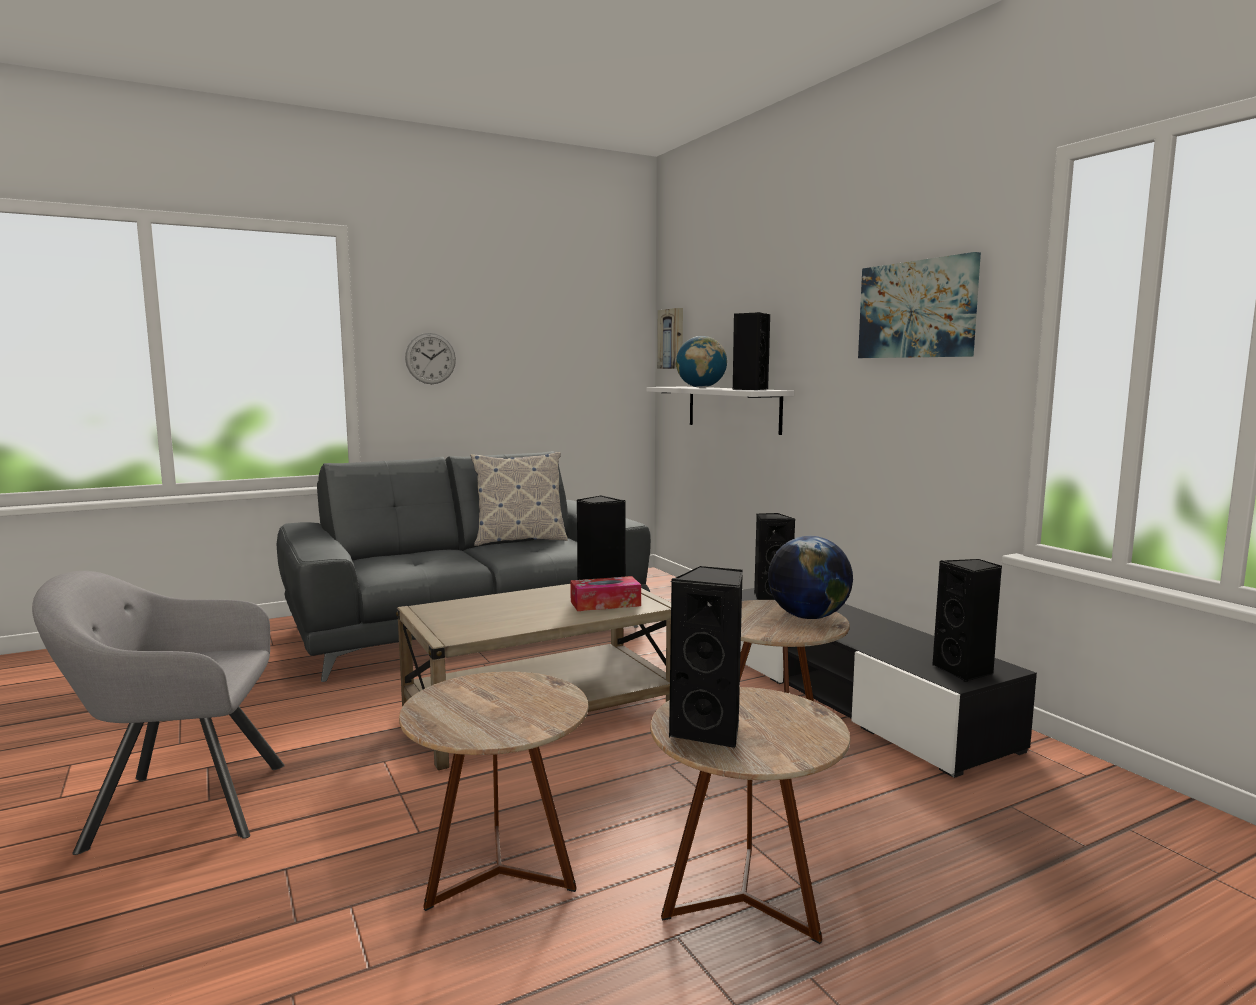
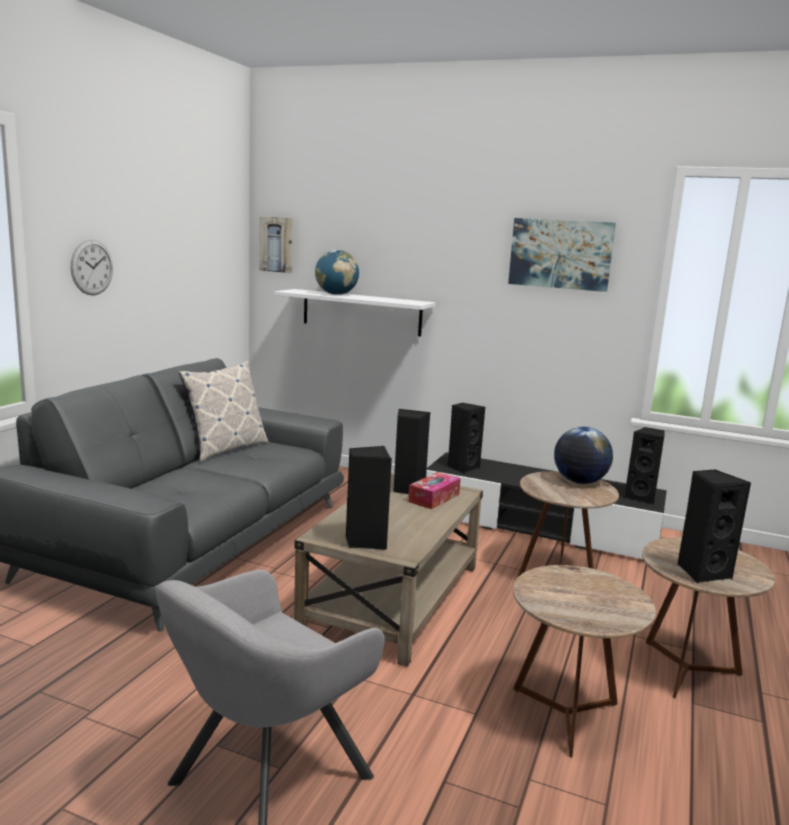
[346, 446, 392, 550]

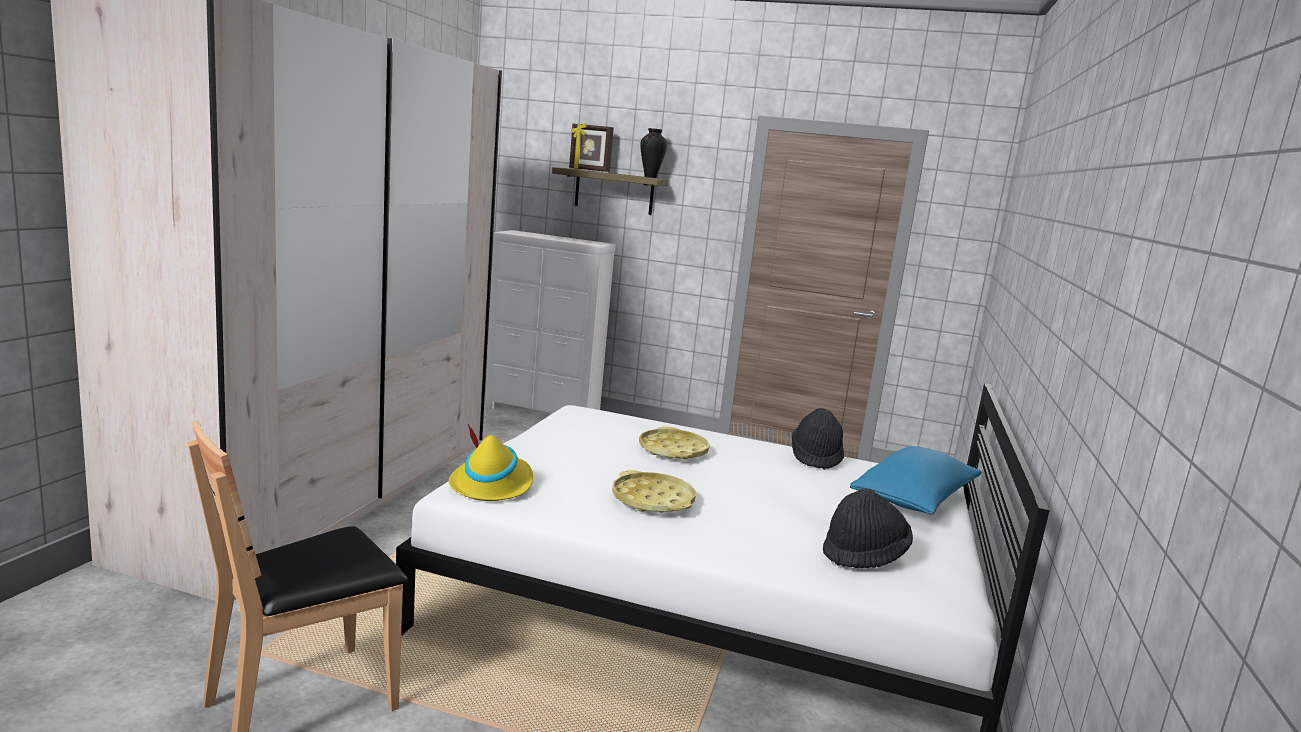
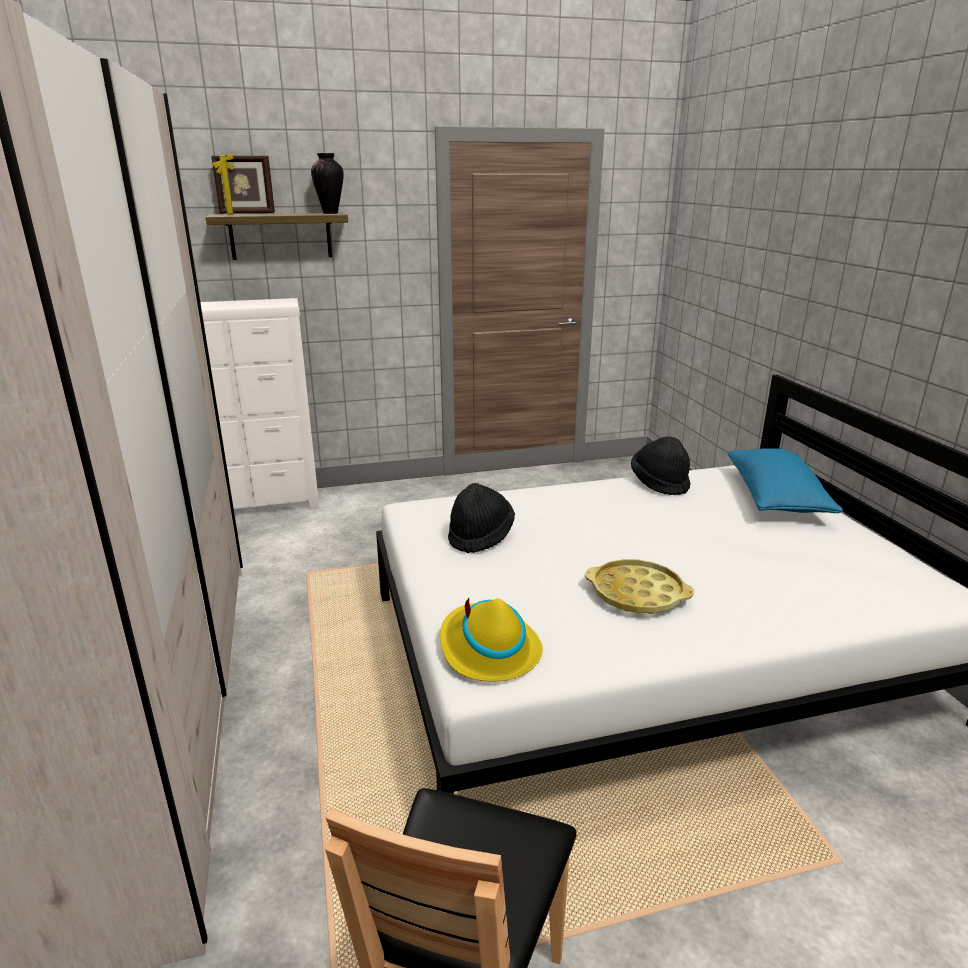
[639, 427, 710, 459] (first image)
[448, 483, 515, 554]

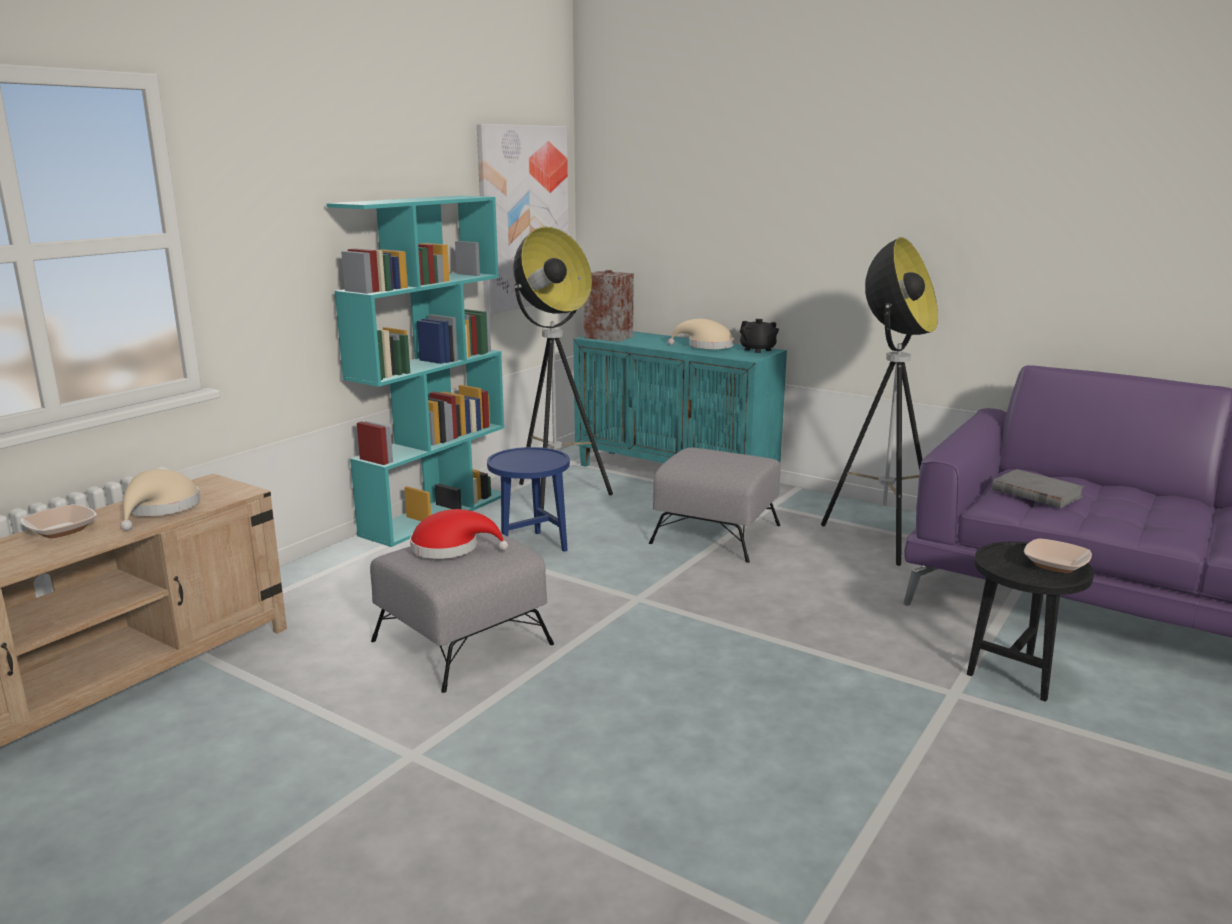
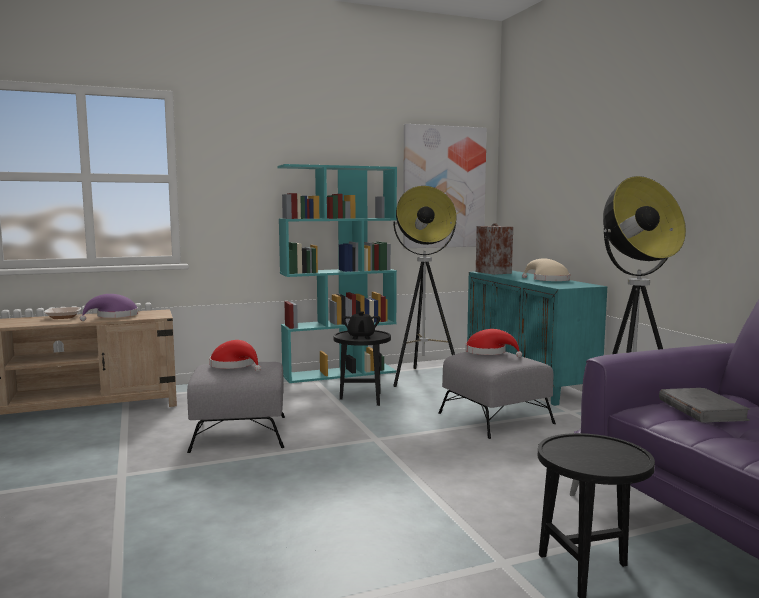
[80, 294, 138, 321]
[333, 330, 391, 406]
[342, 311, 381, 339]
[1024, 538, 1092, 573] (first image)
[465, 329, 522, 357]

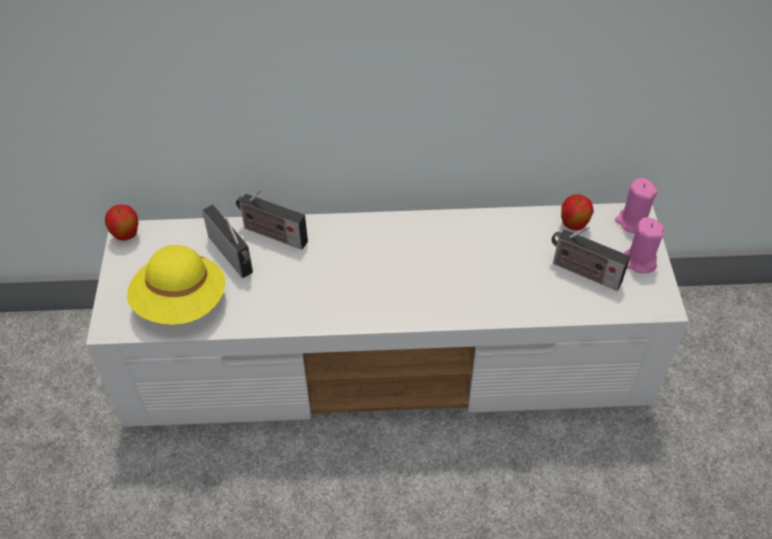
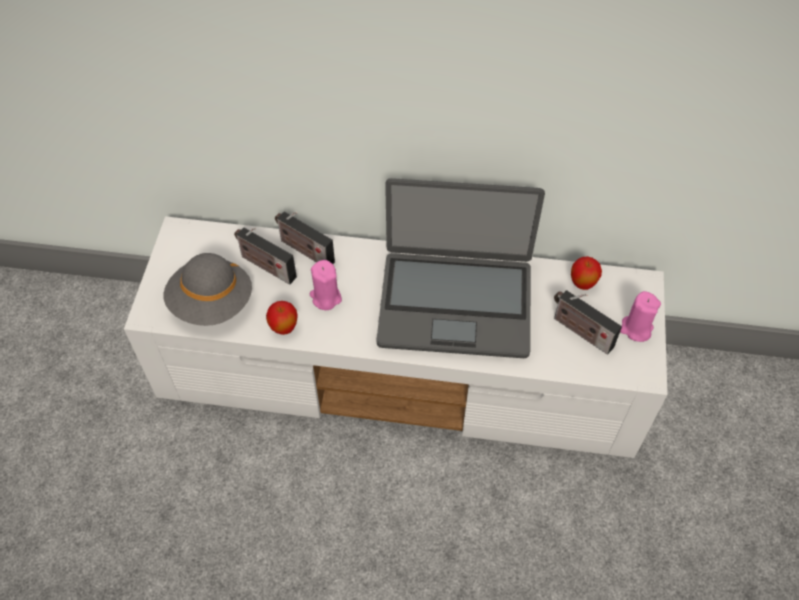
[266, 301, 298, 335]
[164, 253, 252, 326]
[234, 227, 297, 285]
[310, 260, 342, 310]
[377, 178, 545, 358]

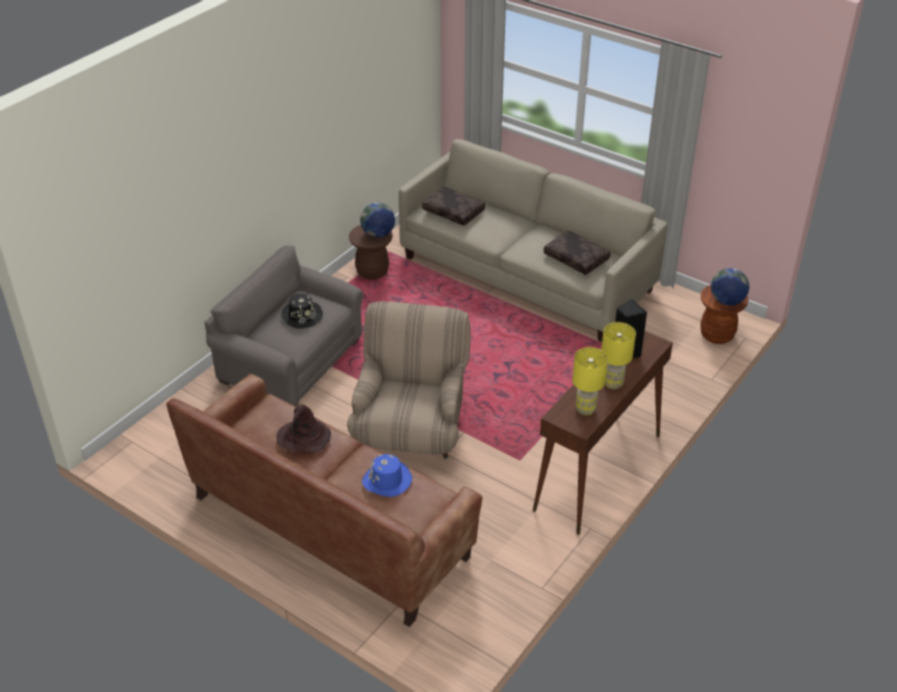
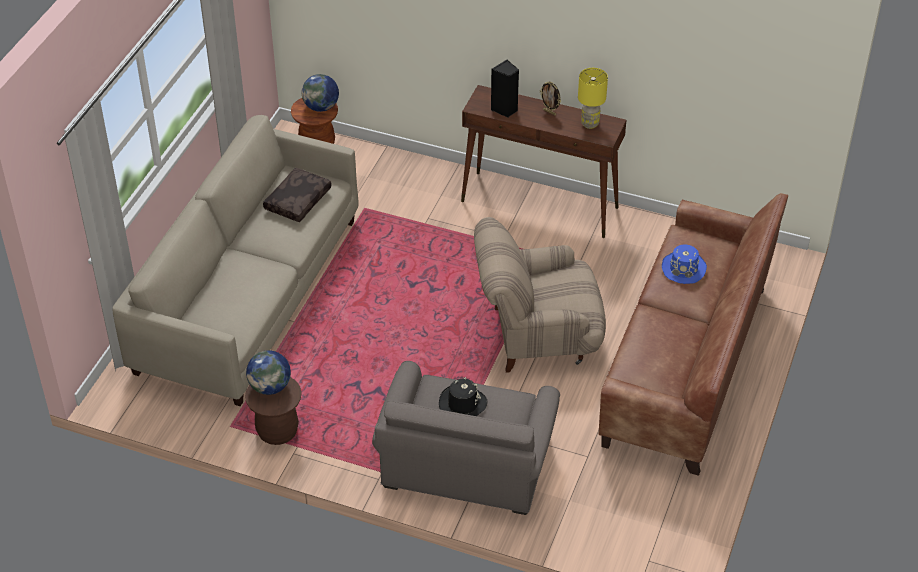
[276, 405, 331, 453] (first image)
[422, 187, 485, 226] (first image)
[540, 81, 561, 116]

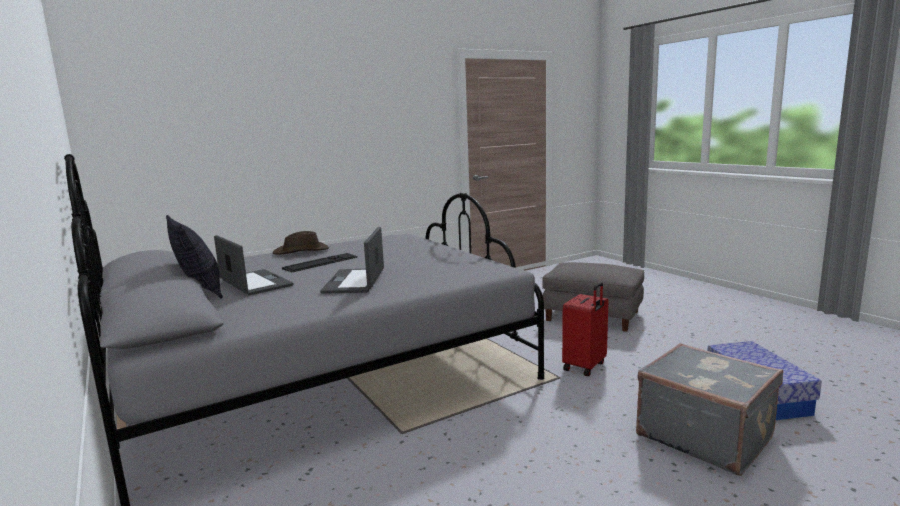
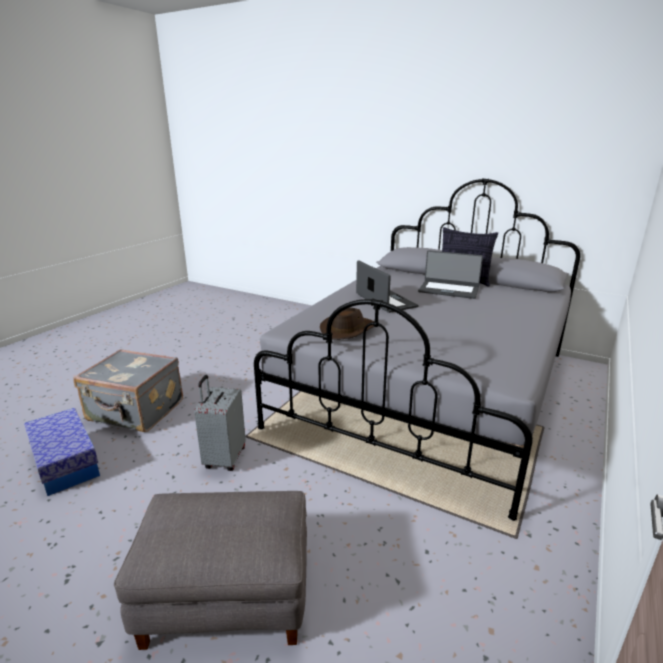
[320, 308, 374, 340]
[282, 253, 358, 272] (first image)
[194, 375, 246, 471]

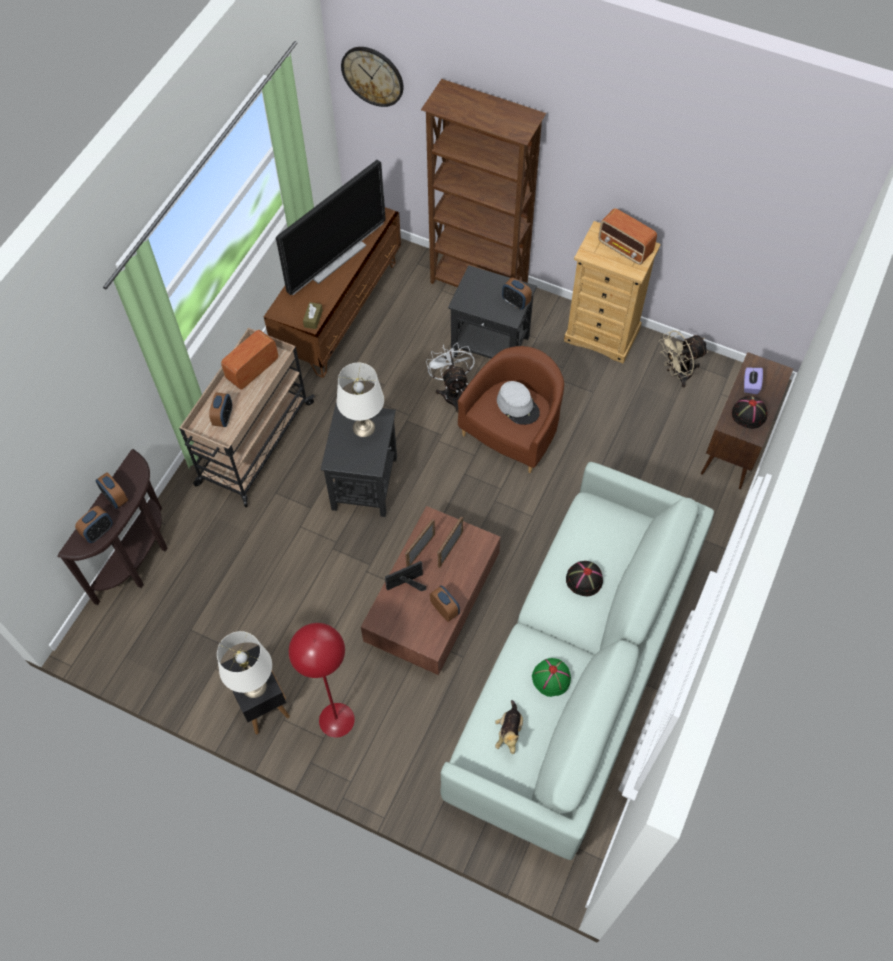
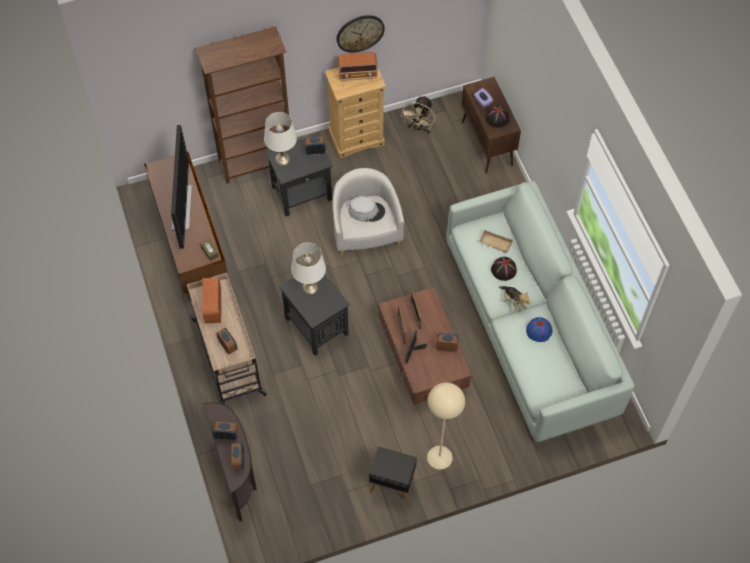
[264, 112, 297, 165]
[427, 383, 465, 470]
[337, 15, 385, 53]
[426, 343, 475, 412] (first image)
[333, 168, 404, 256]
[499, 286, 531, 313]
[526, 317, 552, 342]
[479, 230, 513, 253]

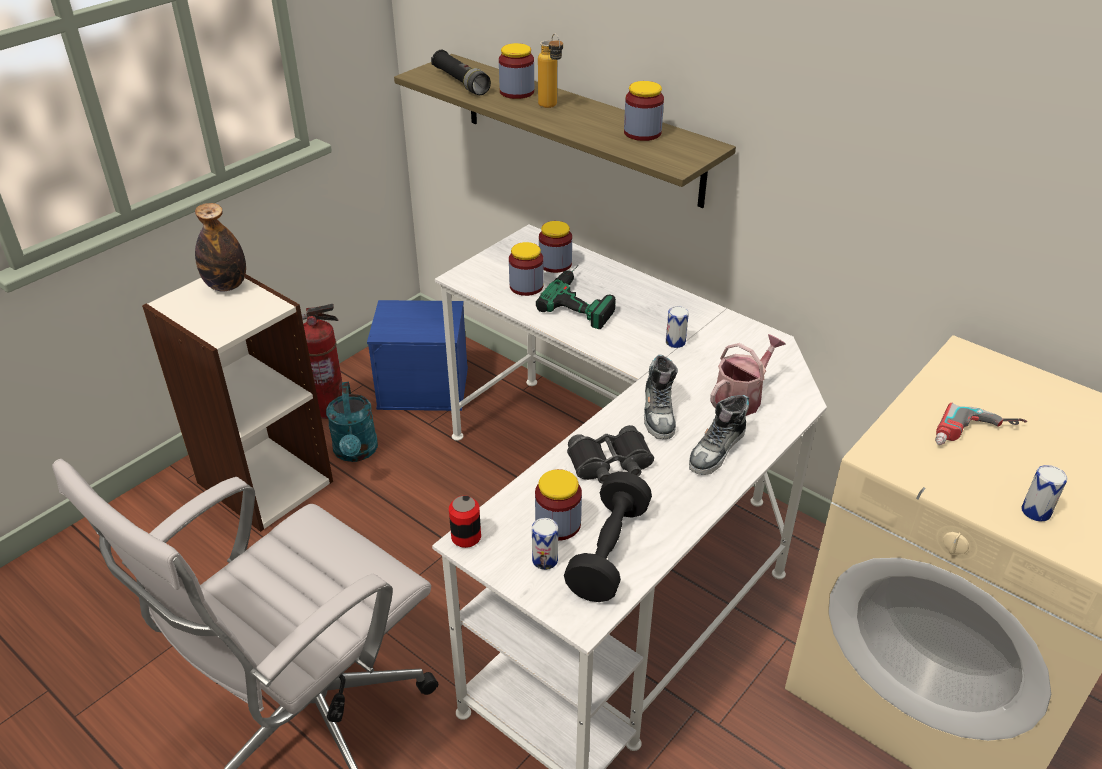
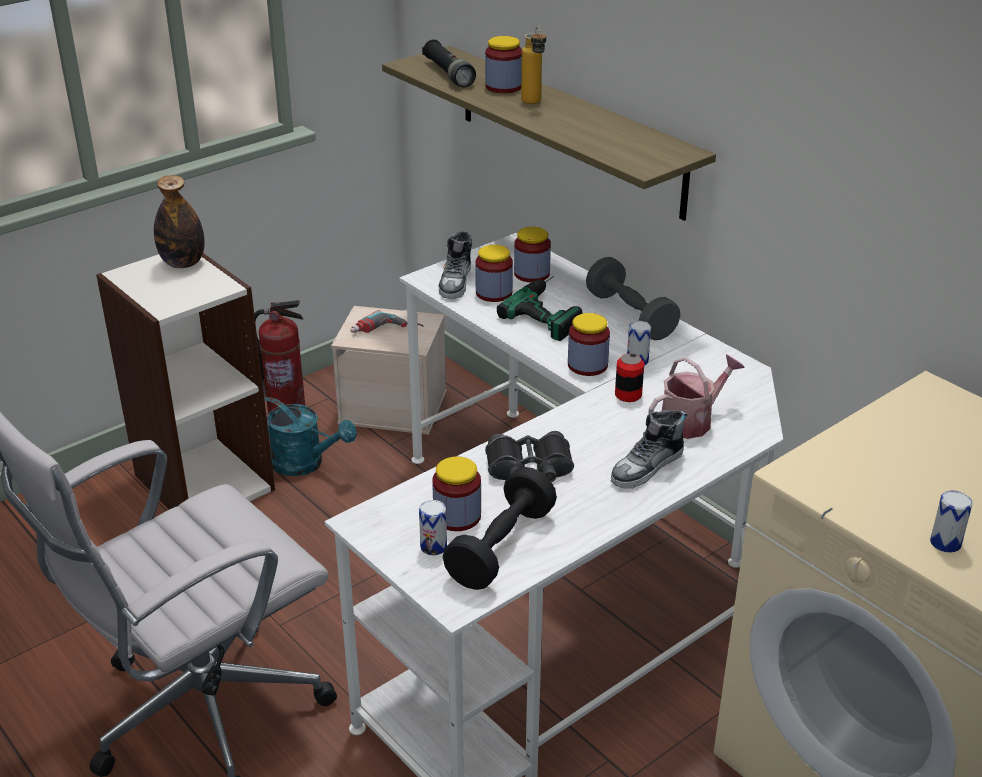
[264, 397, 357, 476]
[331, 306, 446, 435]
[615, 354, 644, 402]
[568, 313, 610, 376]
[438, 232, 472, 299]
[350, 310, 423, 333]
[586, 257, 680, 340]

